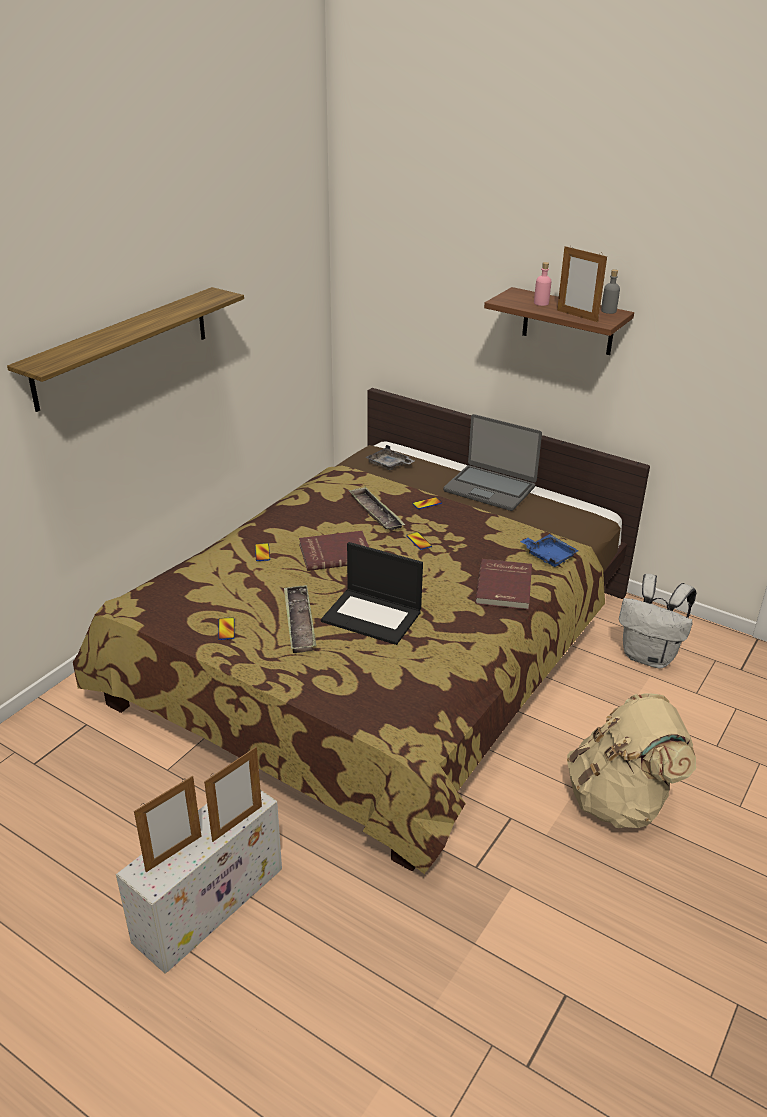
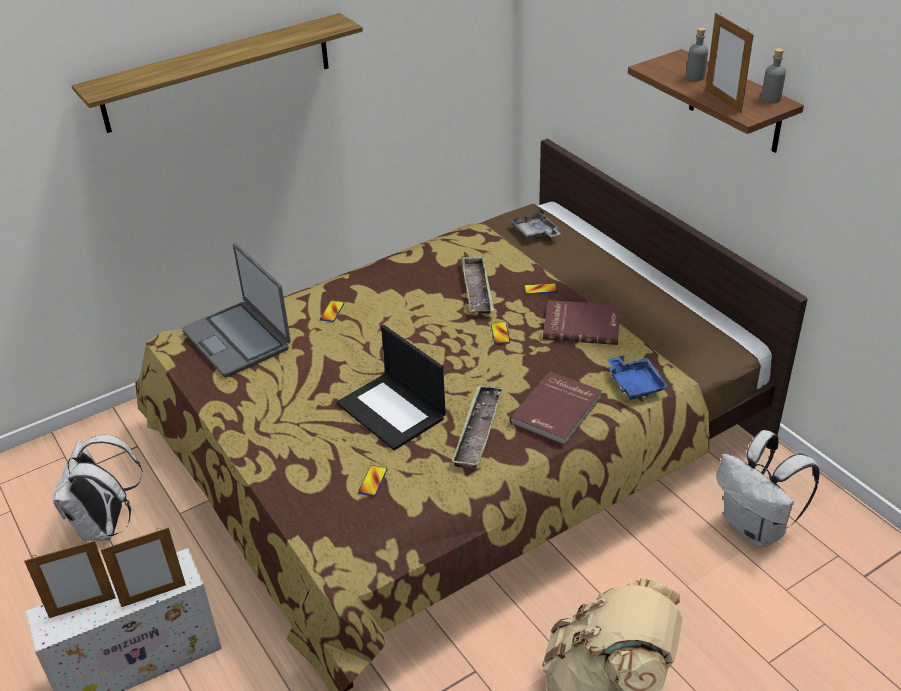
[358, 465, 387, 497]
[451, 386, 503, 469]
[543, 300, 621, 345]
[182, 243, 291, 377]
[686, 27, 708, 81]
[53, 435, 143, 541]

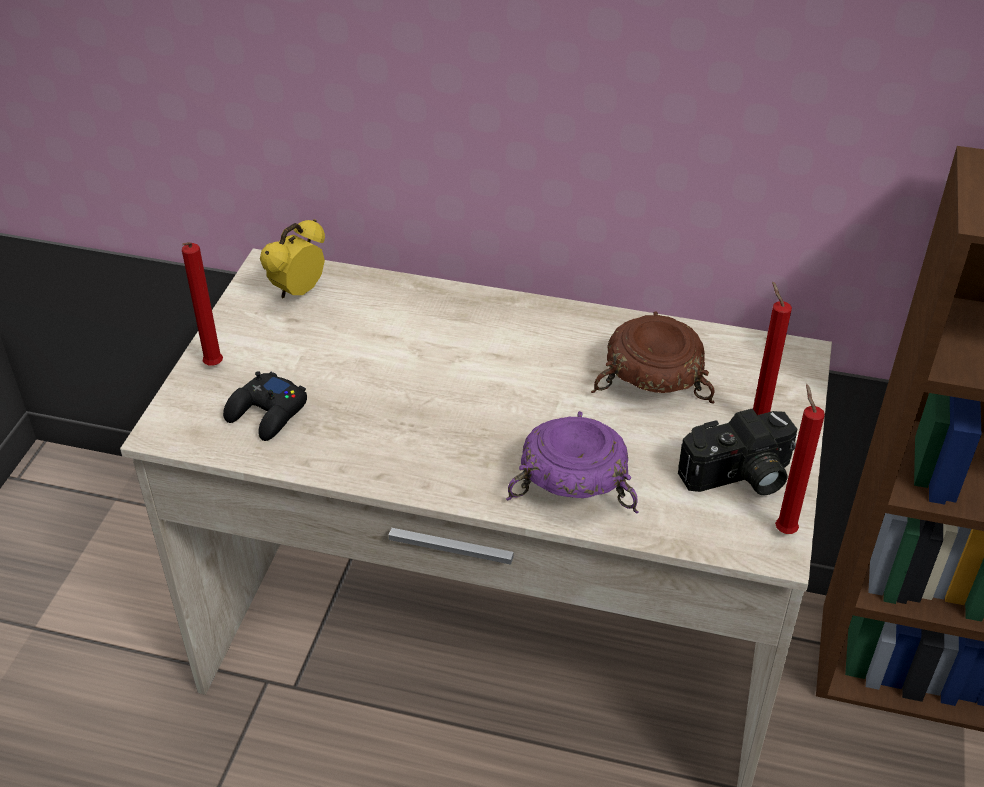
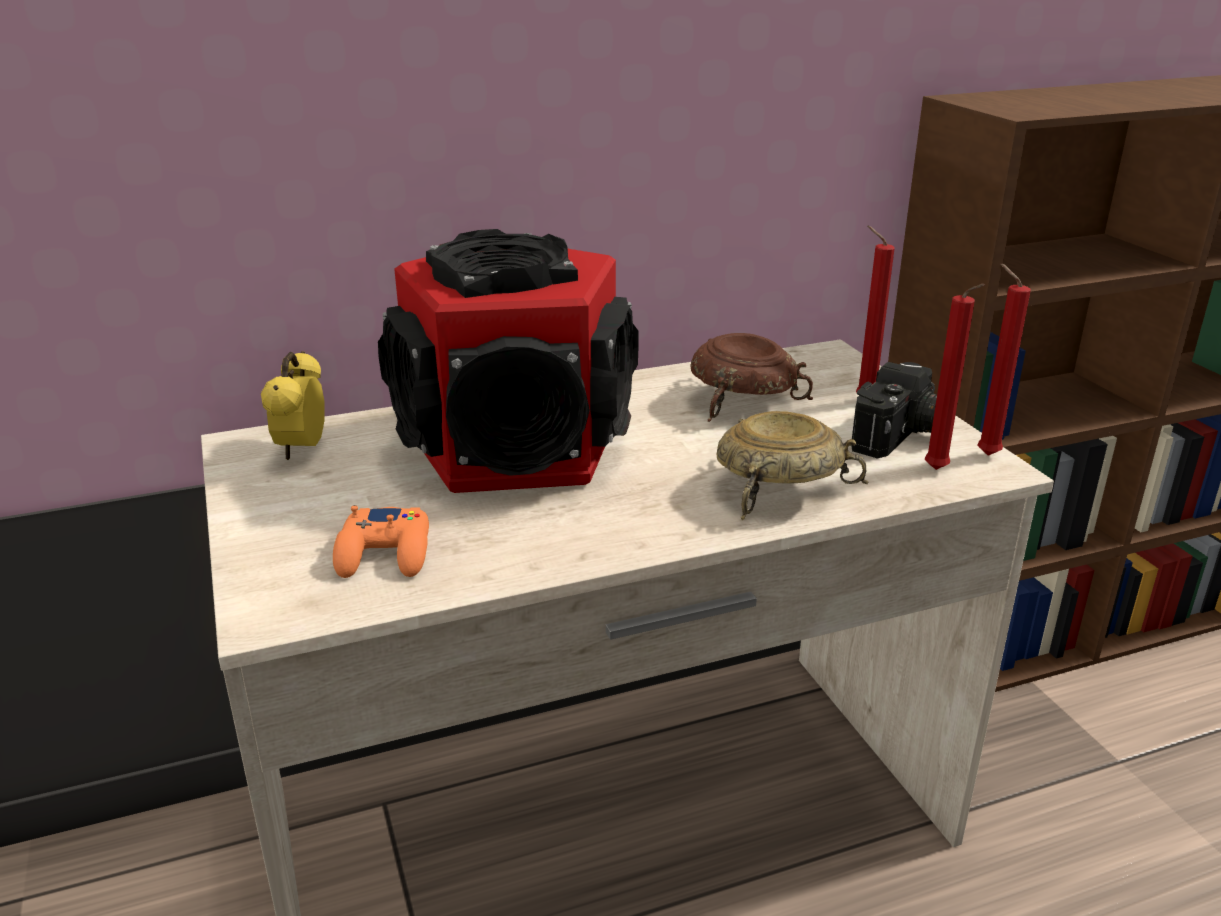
[925, 284, 985, 470]
[333, 505, 429, 578]
[717, 411, 868, 520]
[378, 229, 639, 493]

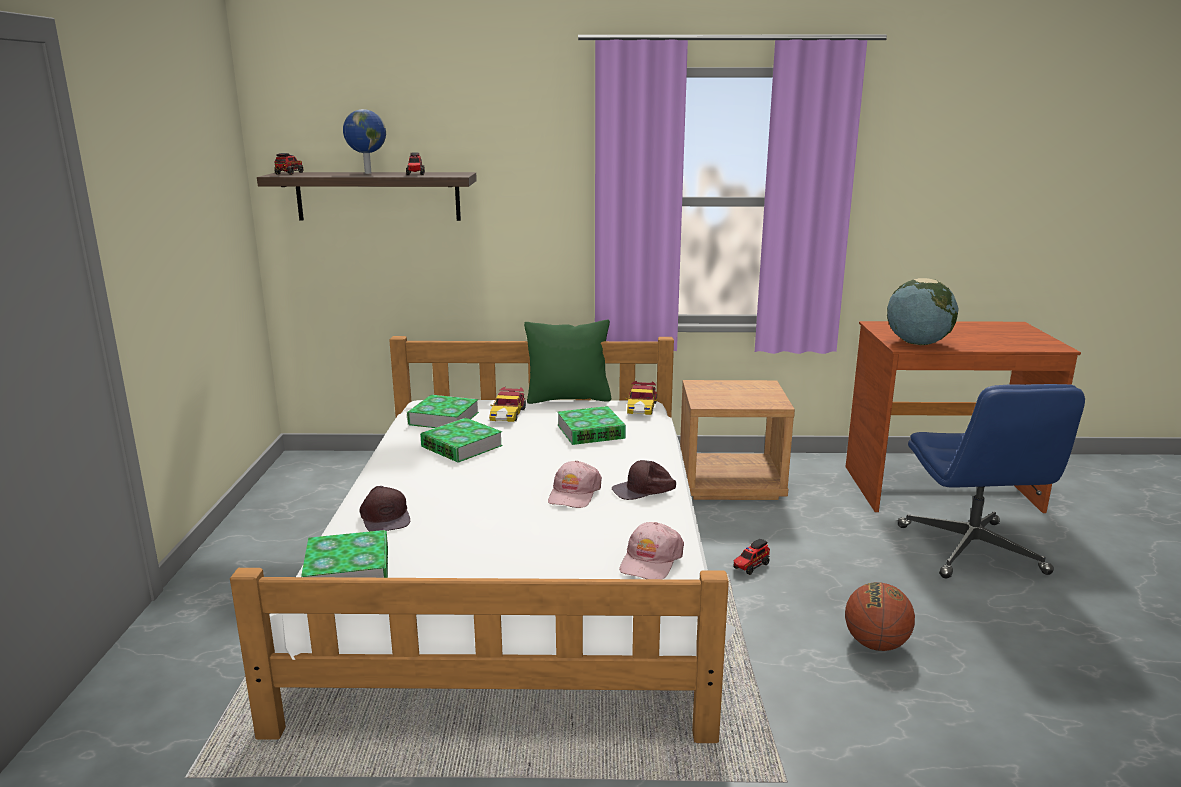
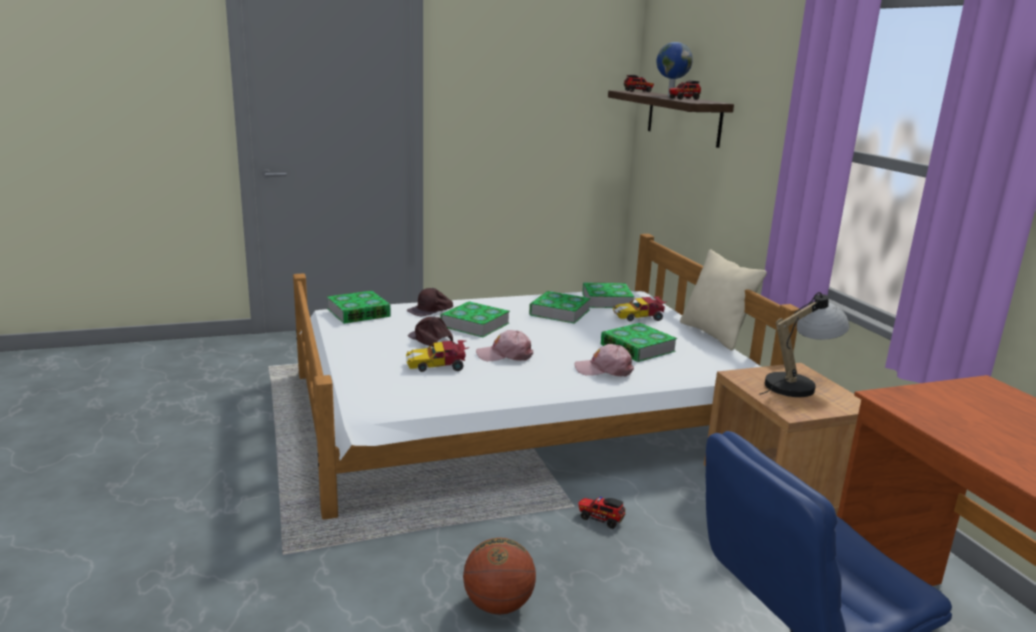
[680, 249, 767, 350]
[408, 317, 453, 347]
[574, 344, 634, 377]
[406, 340, 470, 372]
[887, 278, 959, 345] (first image)
[440, 301, 510, 337]
[759, 292, 850, 397]

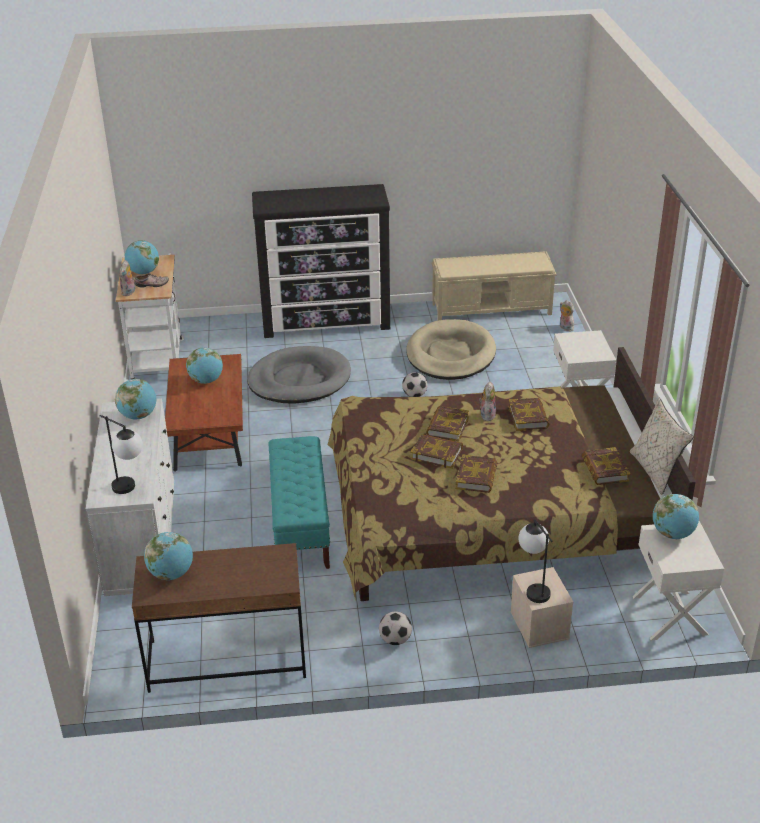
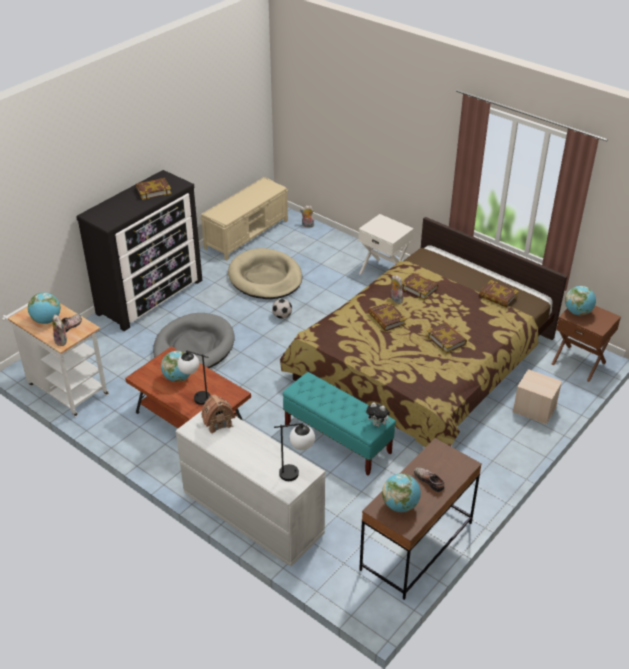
[201, 395, 236, 434]
[379, 611, 412, 645] (first image)
[136, 178, 172, 200]
[177, 350, 211, 405]
[630, 398, 694, 495] (first image)
[551, 306, 621, 382]
[366, 402, 391, 427]
[414, 467, 444, 492]

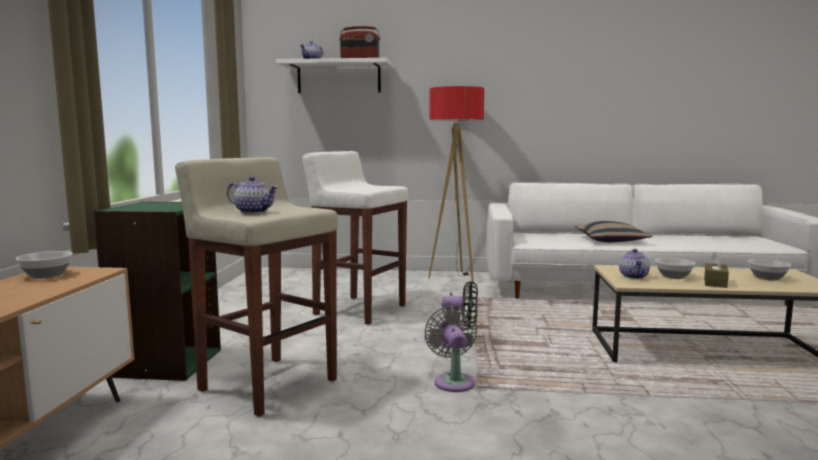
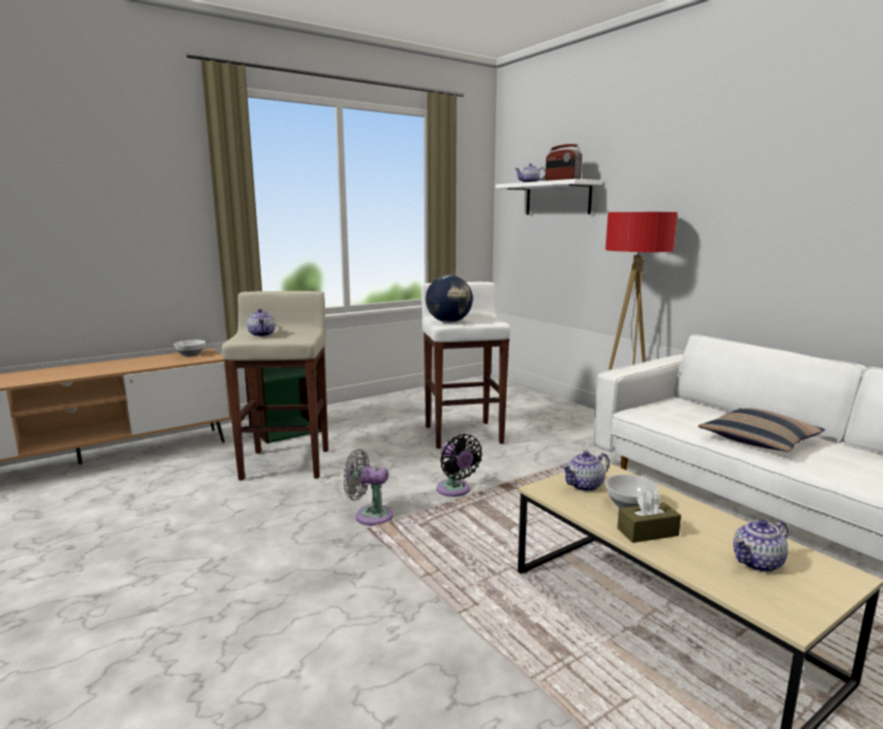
[343, 449, 393, 526]
[733, 519, 788, 572]
[426, 275, 473, 323]

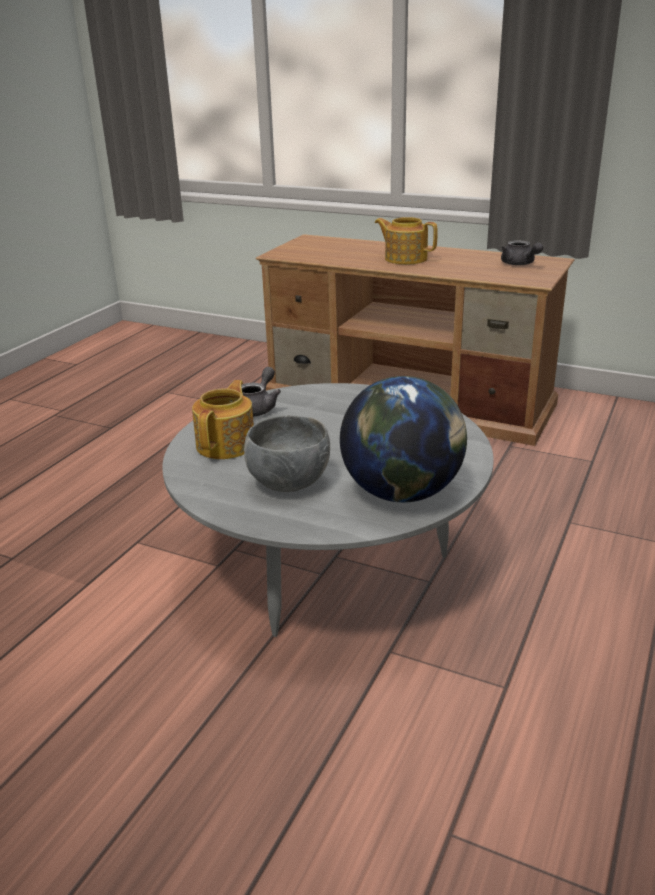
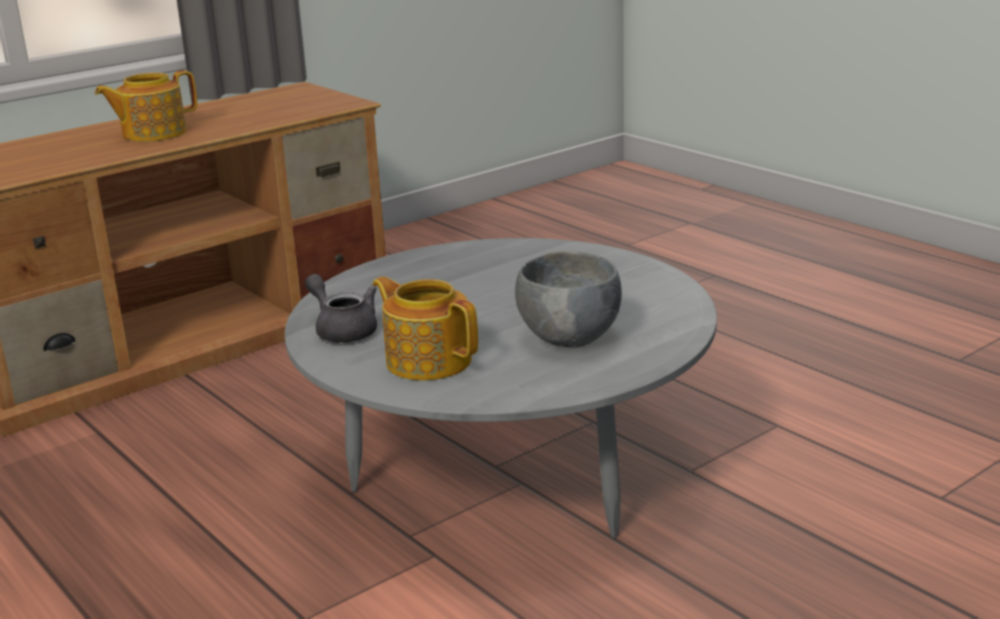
[340, 376, 467, 503] (first image)
[501, 240, 543, 265] (first image)

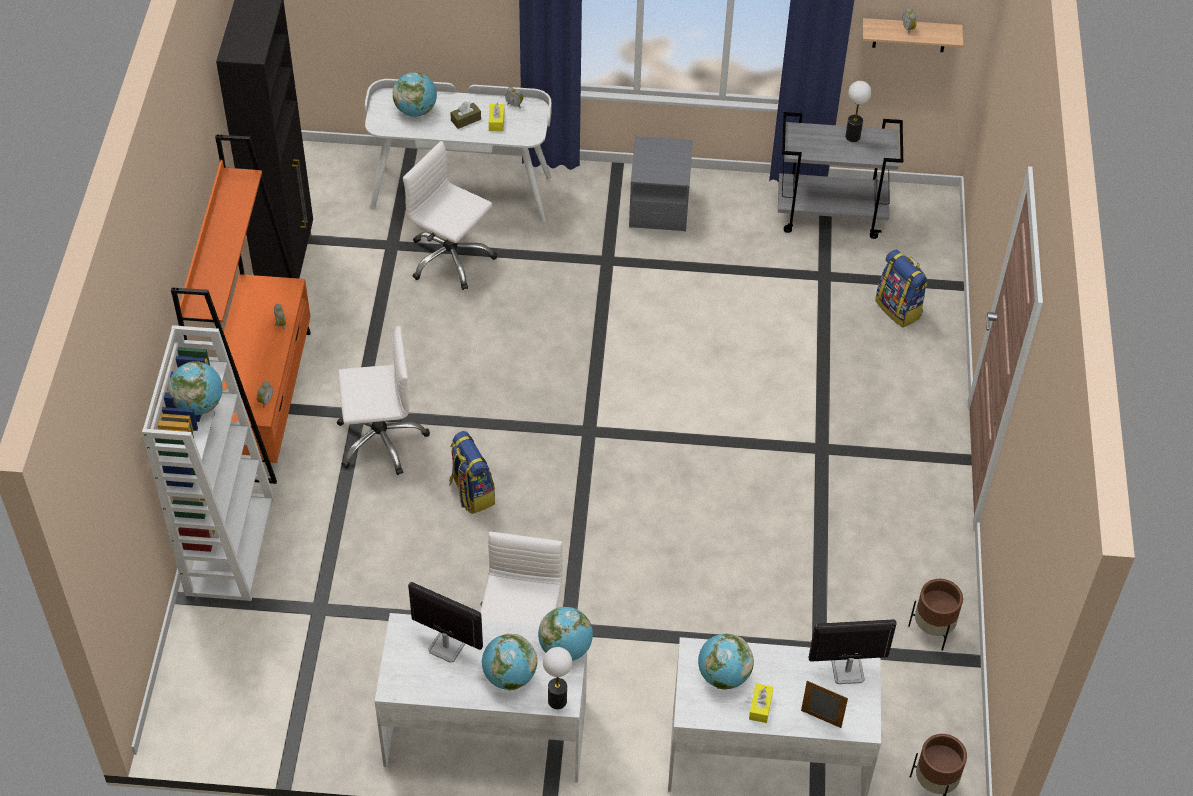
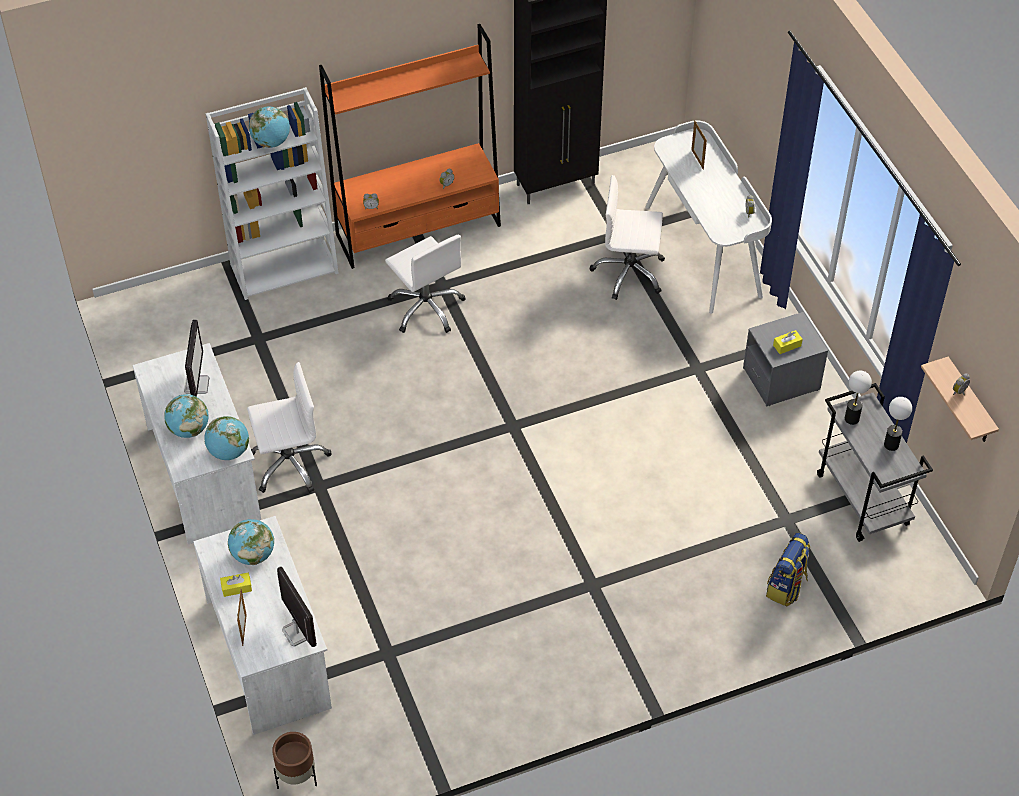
[691, 120, 707, 170]
[590, 175, 665, 300]
[449, 431, 495, 514] (first image)
[450, 102, 481, 129] (first image)
[773, 330, 803, 354]
[845, 370, 872, 425]
[908, 579, 963, 651] (first image)

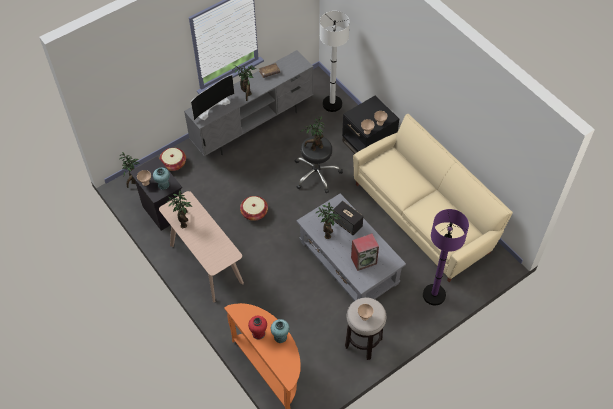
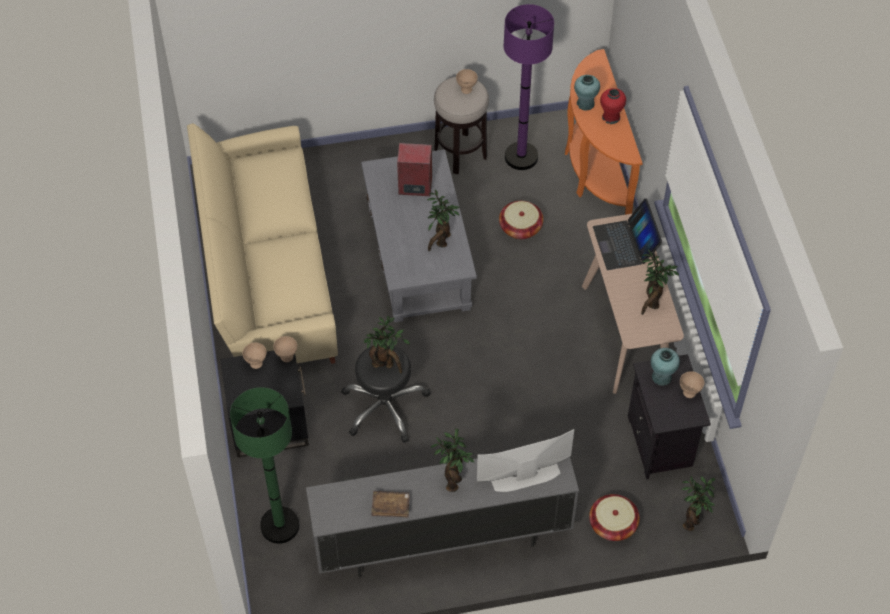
[499, 201, 544, 239]
[230, 387, 300, 544]
[333, 201, 363, 235] (first image)
[503, 4, 554, 170]
[593, 198, 662, 270]

